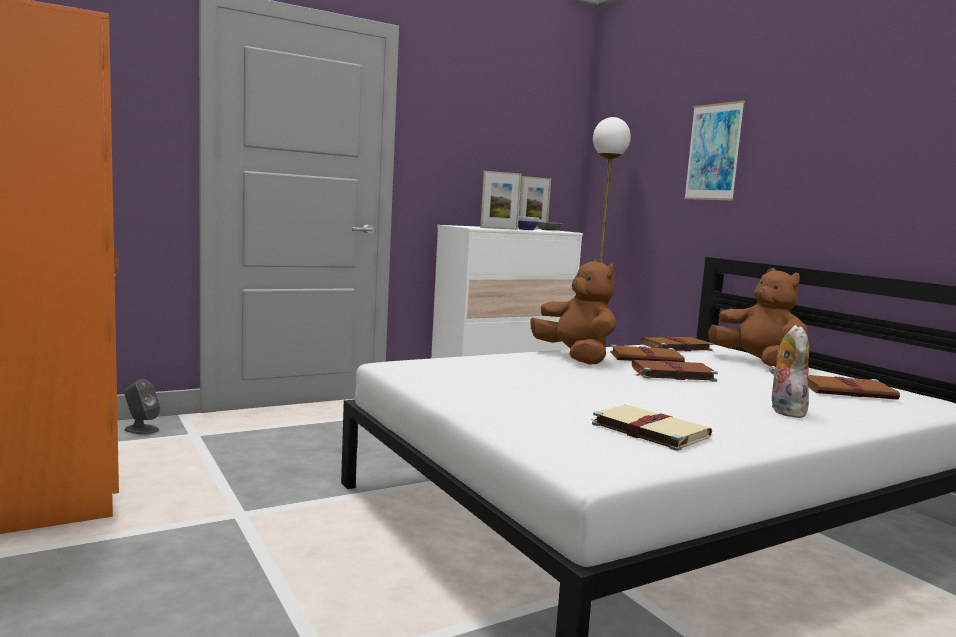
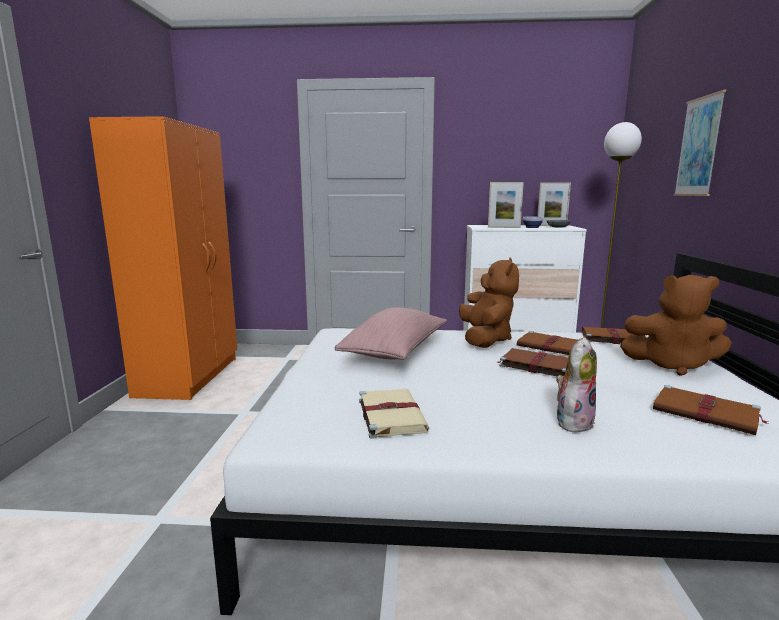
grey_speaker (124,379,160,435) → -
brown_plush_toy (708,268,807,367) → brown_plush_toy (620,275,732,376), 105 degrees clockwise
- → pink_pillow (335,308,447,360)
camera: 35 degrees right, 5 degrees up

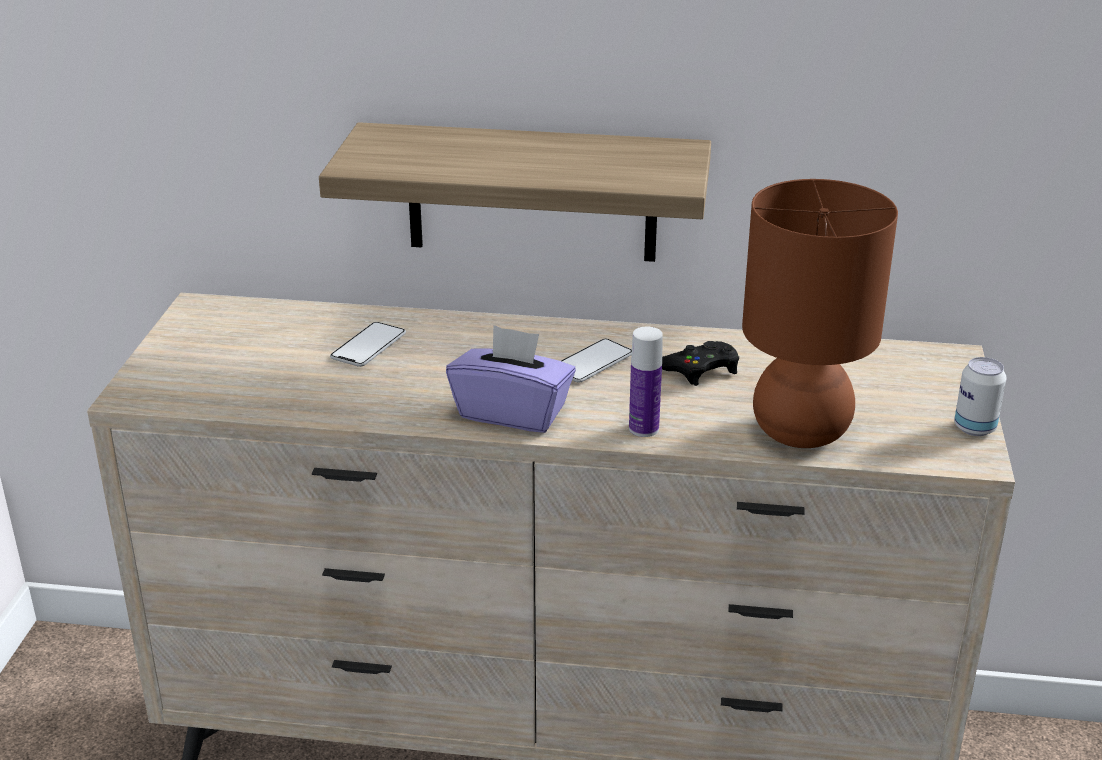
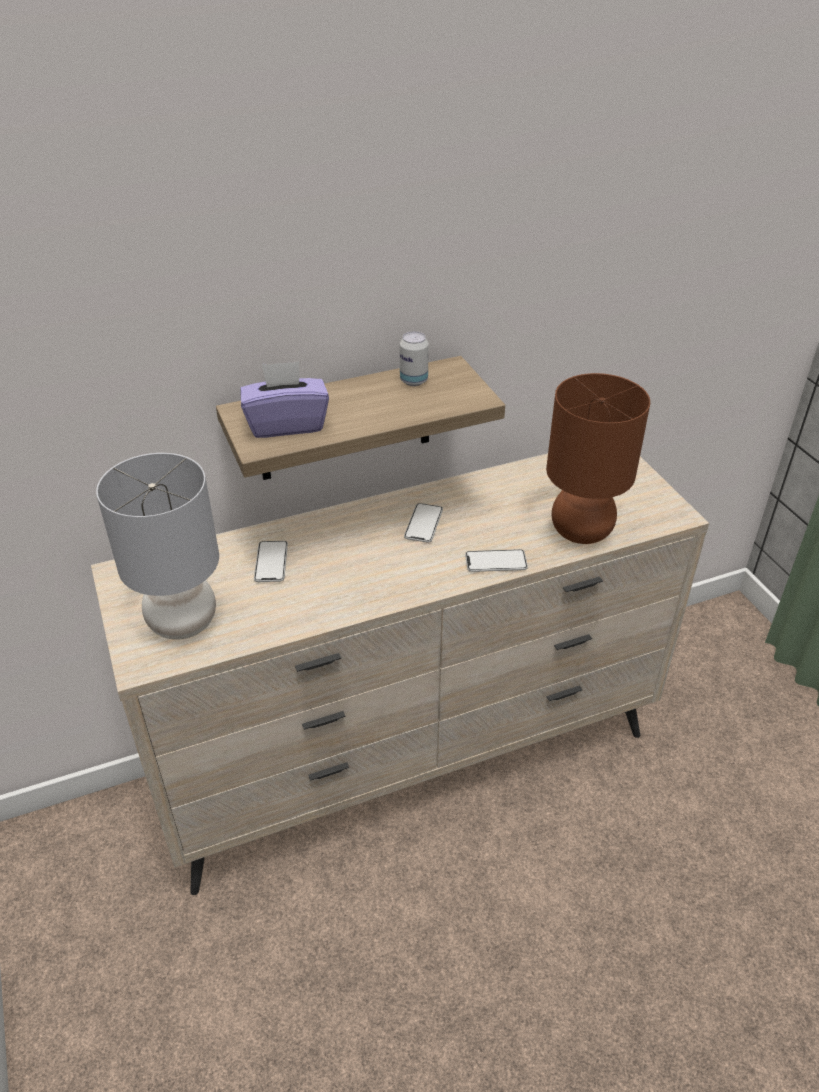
purple_tissue_box (446,325,576,433) → purple_tissue_box (240,361,329,438), relocated
bottle (629,327,663,437) → phone (465,549,528,572)
black_game_controller (662,341,739,386) → -
can (954,357,1006,436) → can (400,331,429,386), relocated
- → grey_table_lamp (96,453,219,640)
camera: 30 degrees left, 10 degrees up

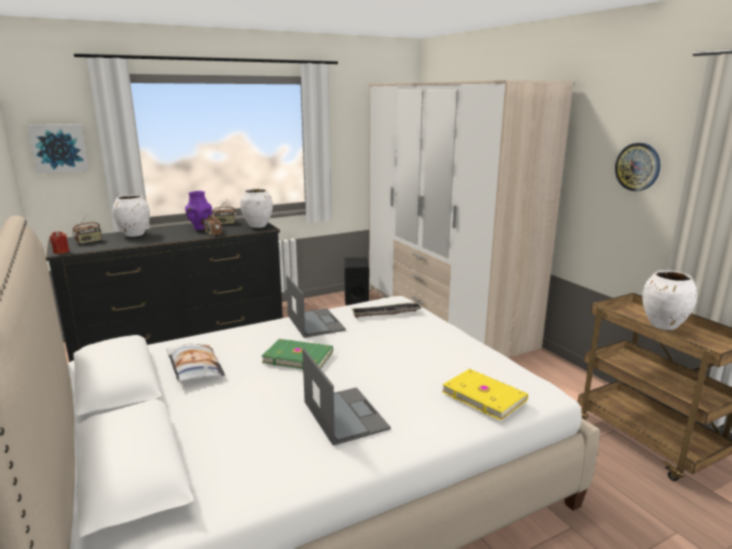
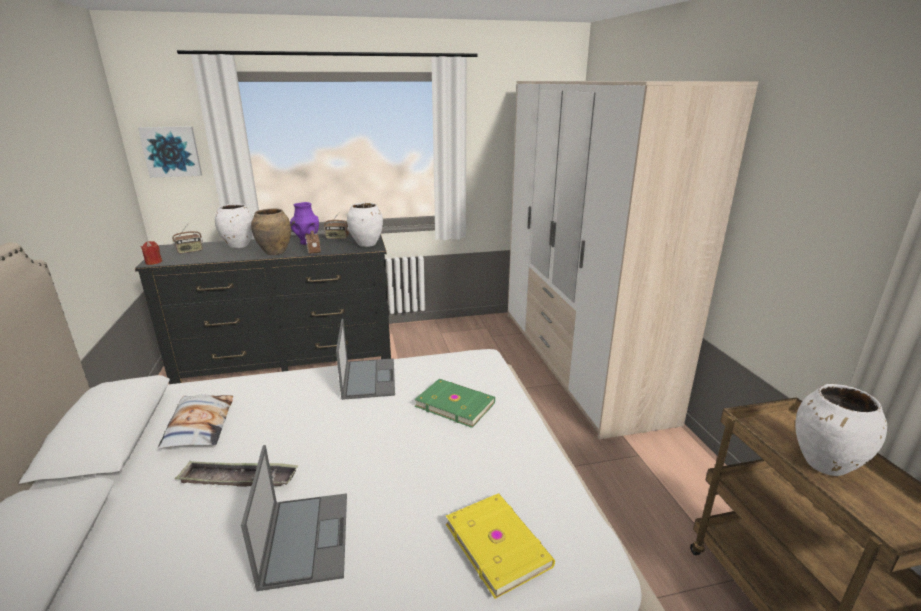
green_book (261,339,333,370) → green_book (414,379,495,428), relocated
black_speaker (344,258,369,305) → -
tray (351,302,422,318) → tray (175,461,298,487), relocated
wall_clock (615,143,661,191) → -
- → brown_vase (251,208,291,255)
camera: 15 degrees right, 5 degrees up

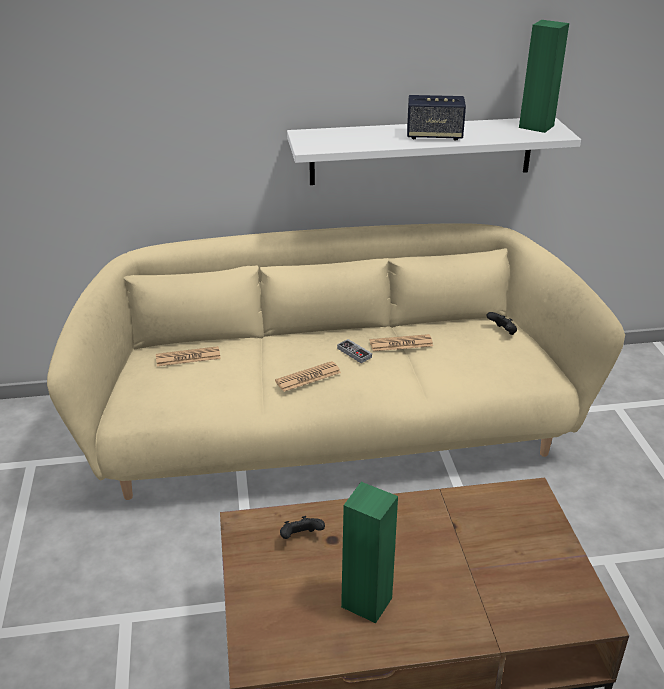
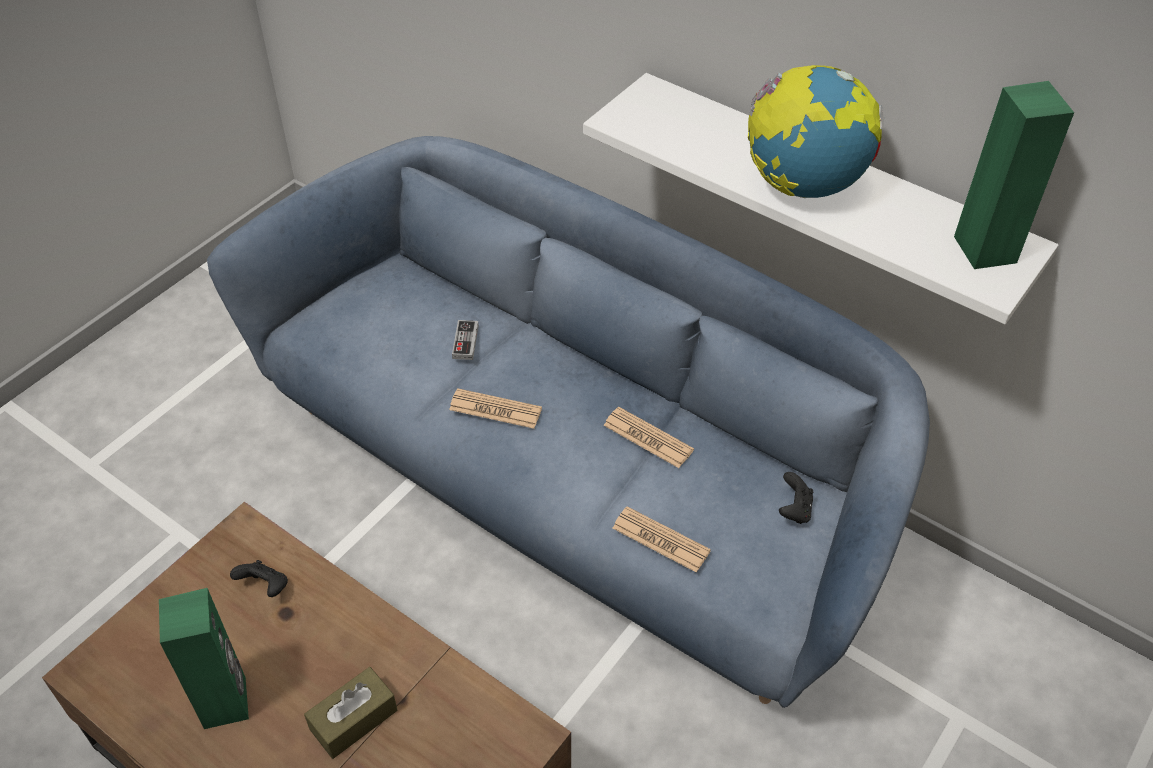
beige_sofa (47,223,625,500) → blue_sofa (207,136,930,708)
newspaper (156,346,221,366) → newspaper (612,506,711,573), relocated
game_controller (337,339,372,363) → game_controller (452,320,479,360), relocated
speaker (407,95,466,140) → globe (748,65,884,198)
- → brown_tissue_box (304,667,397,759)
camera: 45 degrees right, 15 degrees up

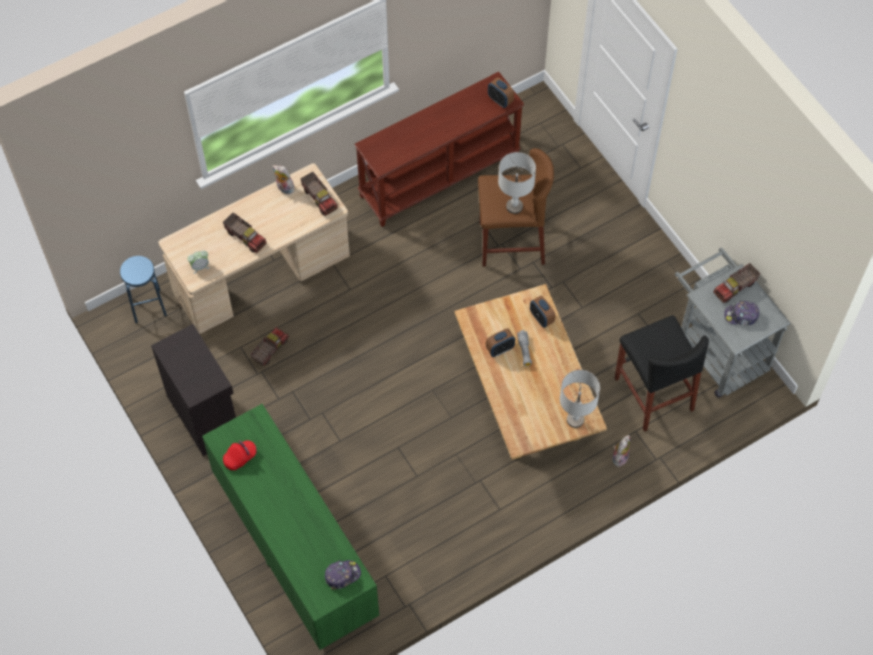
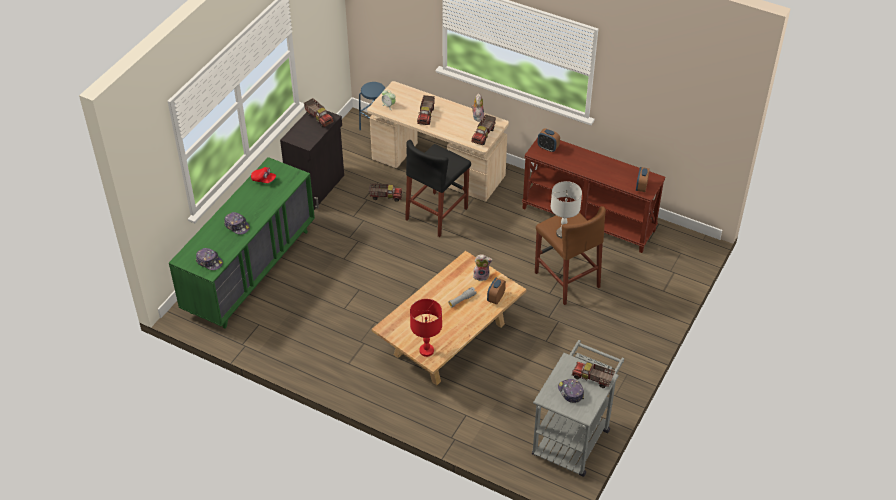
alarm_clock (486,328,515,357) → alarm_clock (538,128,560,152), relocated
grey_table_lamp (560,370,600,428) → red_table_lamp (410,299,442,357)
plush_toy (612,435,630,467) → plush_toy (473,255,493,281), relocated
black_stool (615,315,709,432) → black_stool (405,140,471,237), relocated
- → cap (224,212,250,235)
- → toy_truck (304,98,334,127)
camera: 60 degrees right, 15 degrees down

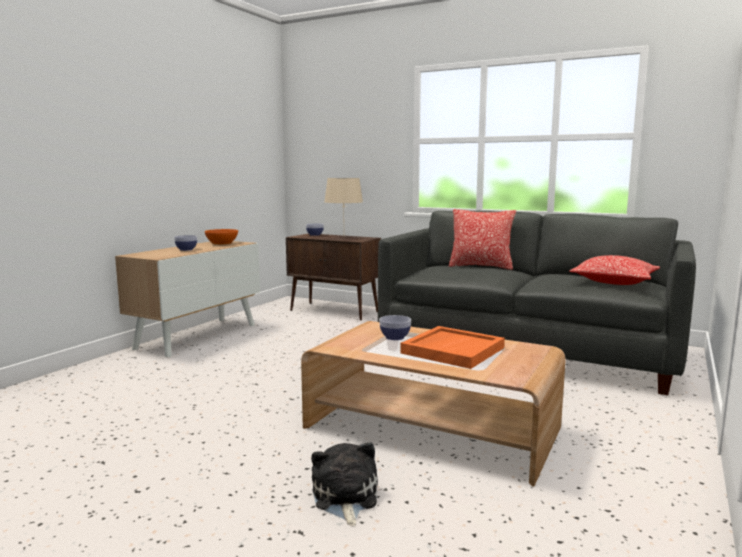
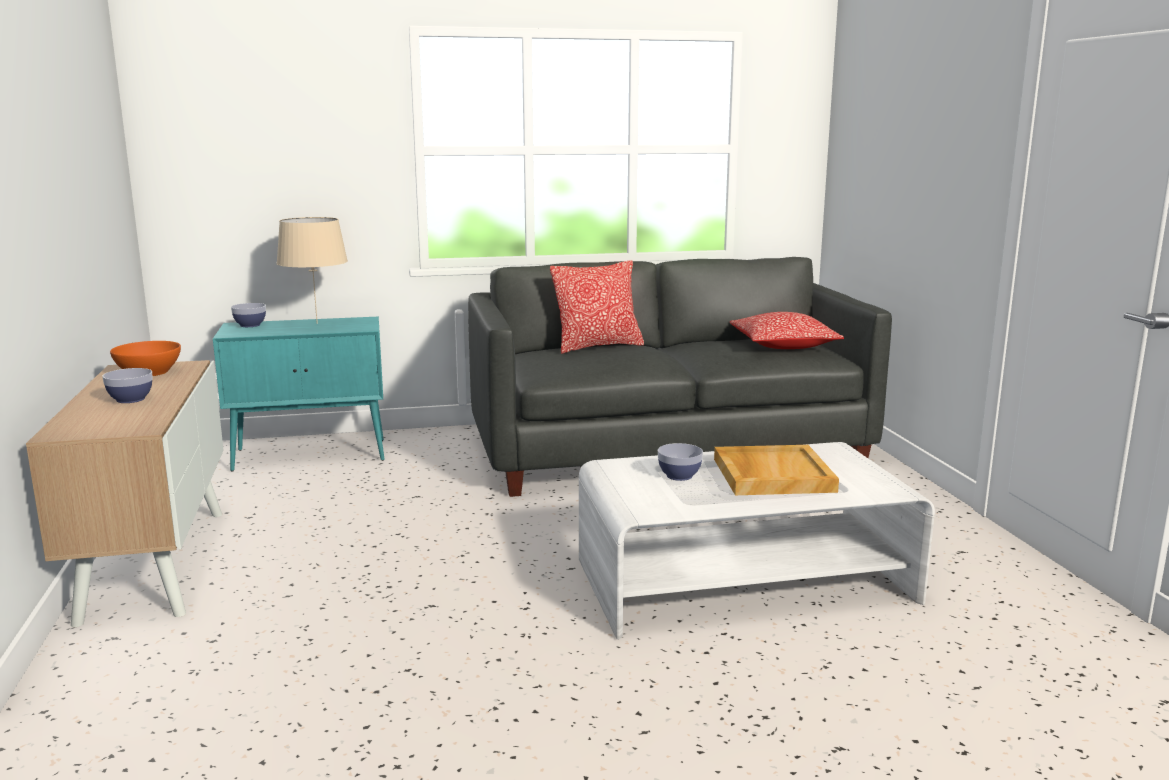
brown_cabinet (286,233,381,321) → turquoise_cabinet (213,316,385,471)
brown_coffee_table (301,321,566,486) → white_coffee_table (579,442,935,640)
plush_toy (311,442,378,527) → -
orange_tray (400,326,505,369) → beige_tray (714,445,839,495)
camera: 40 degrees left, 5 degrees up

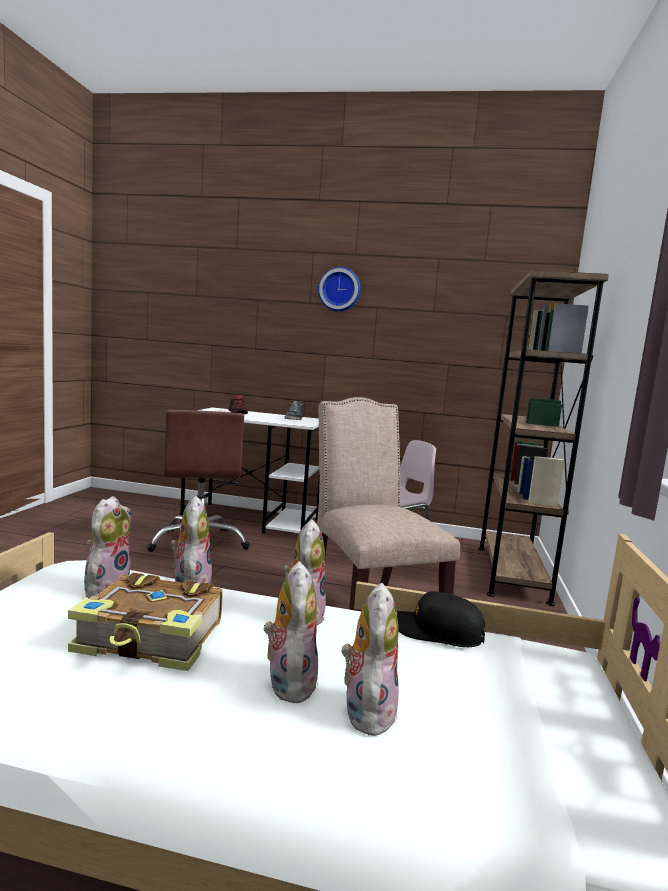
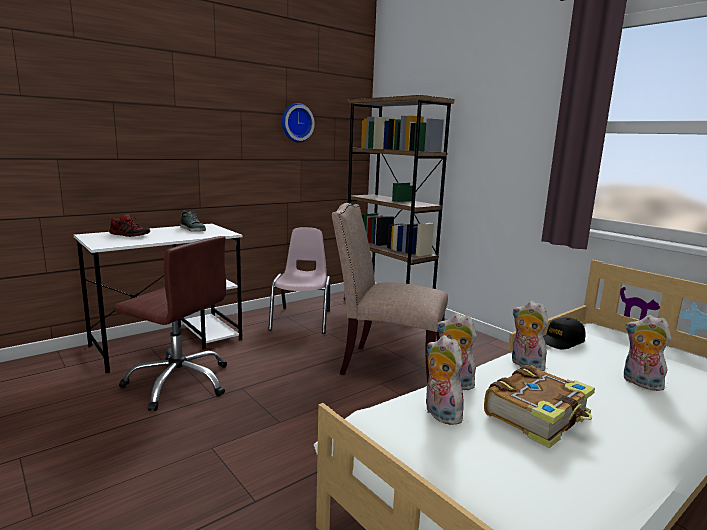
plush_toy (264,561,318,703) → -
wall_clock (318,267,361,312) → wall_clock (282,103,315,143), relocated
camera: 50 degrees left, 5 degrees up

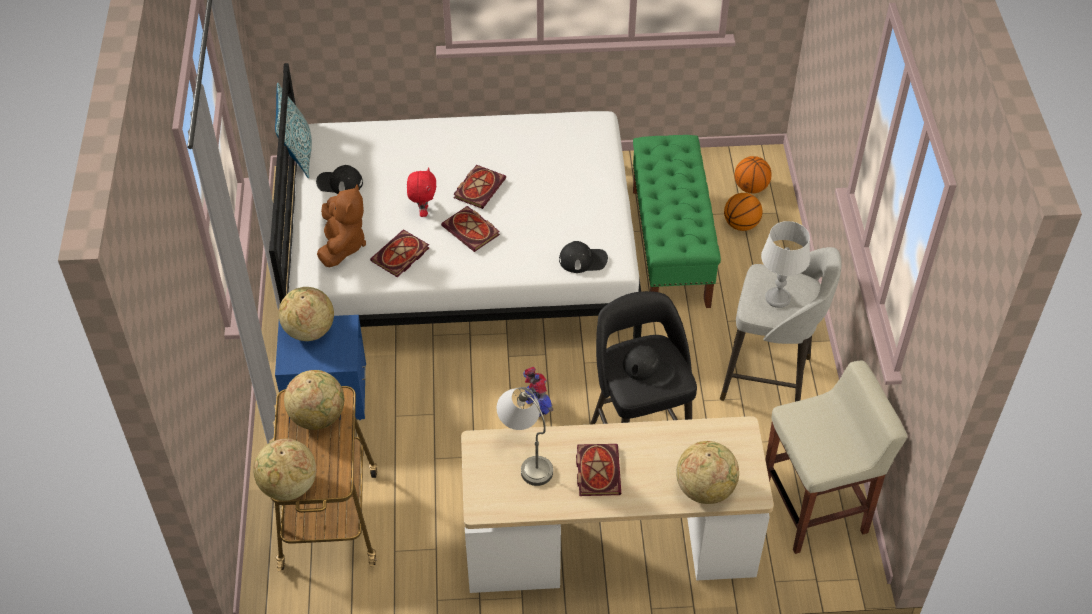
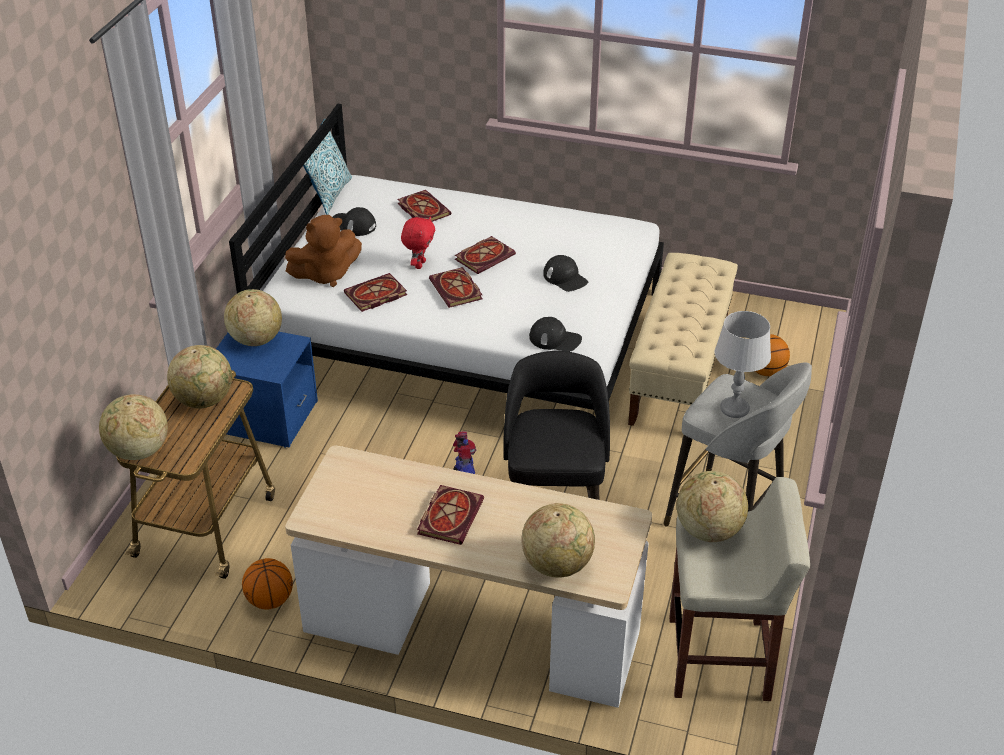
brown_plush_toy (317,184,366,267) → brown_plush_toy (285,215,362,287), 45 degrees clockwise
grey_table_lamp (497,387,553,486) → -
black_cap (623,345,675,387) → black_cap (543,255,588,292), relocated
green_bench (633,135,721,308) → beige_bench (628,253,738,426)
basketball (735,156,771,193) → basketball (242,558,293,610), relocated
- → book (397,190,451,222)
- → globe (676,471,748,542)
camera: 20 degrees right, 10 degrees down

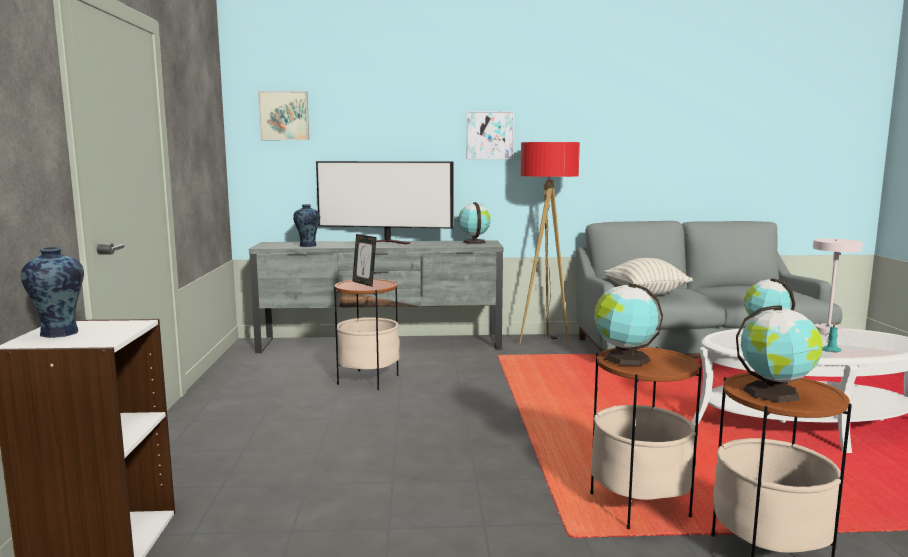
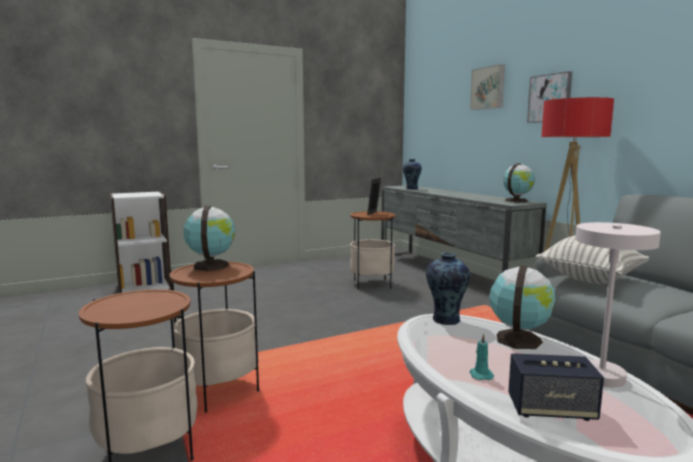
vase (21,247,84,338) → vase (426,252,470,325), relocated
picture (258,91,309,140) → picture (470,64,505,110), relocated
television (316,161,454,244) → -
globe (736,305,823,402) → -
- → speaker (508,353,604,421)
camera: 65 degrees right, 0 degrees up

